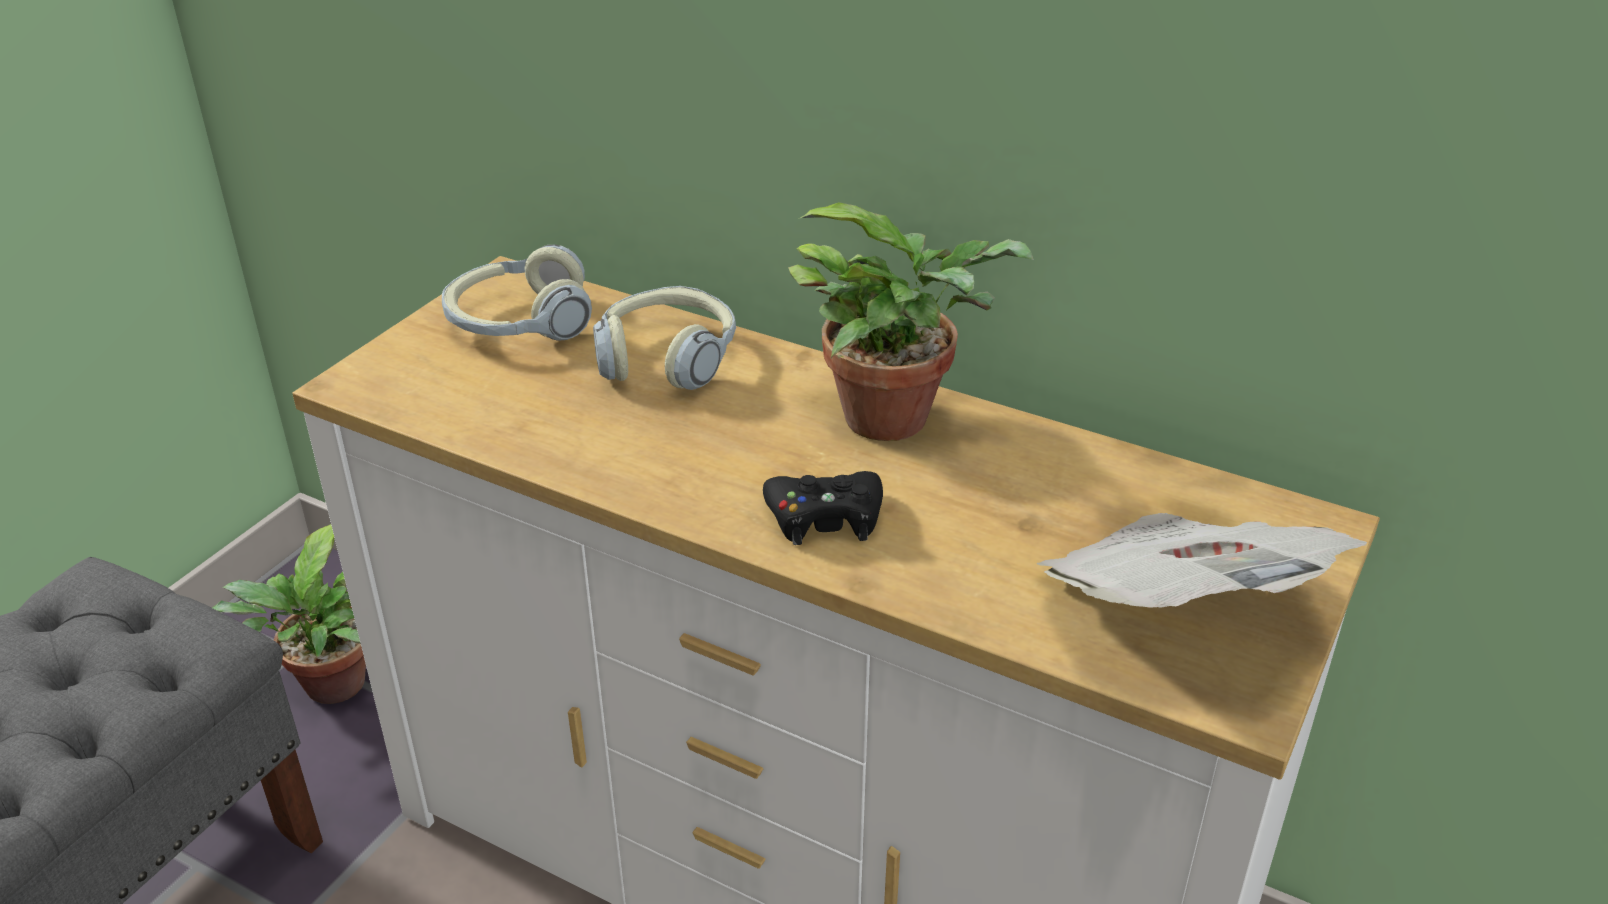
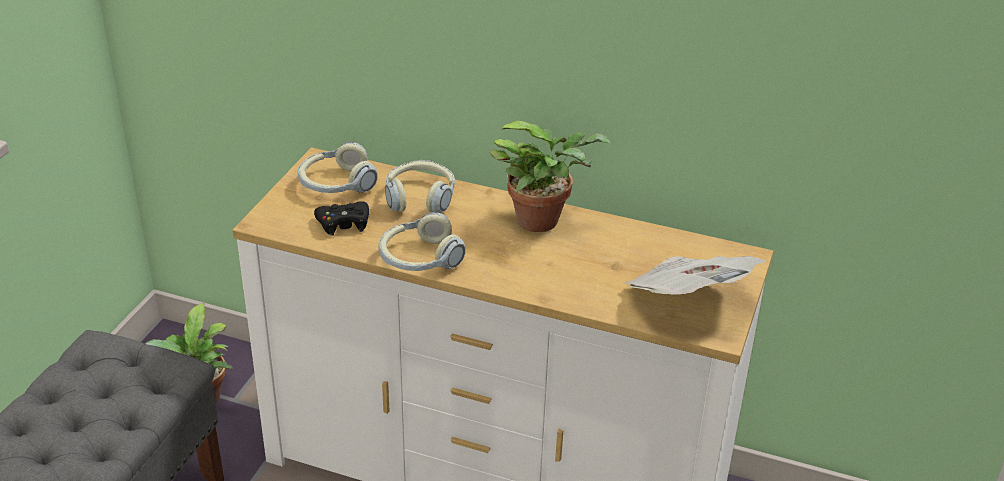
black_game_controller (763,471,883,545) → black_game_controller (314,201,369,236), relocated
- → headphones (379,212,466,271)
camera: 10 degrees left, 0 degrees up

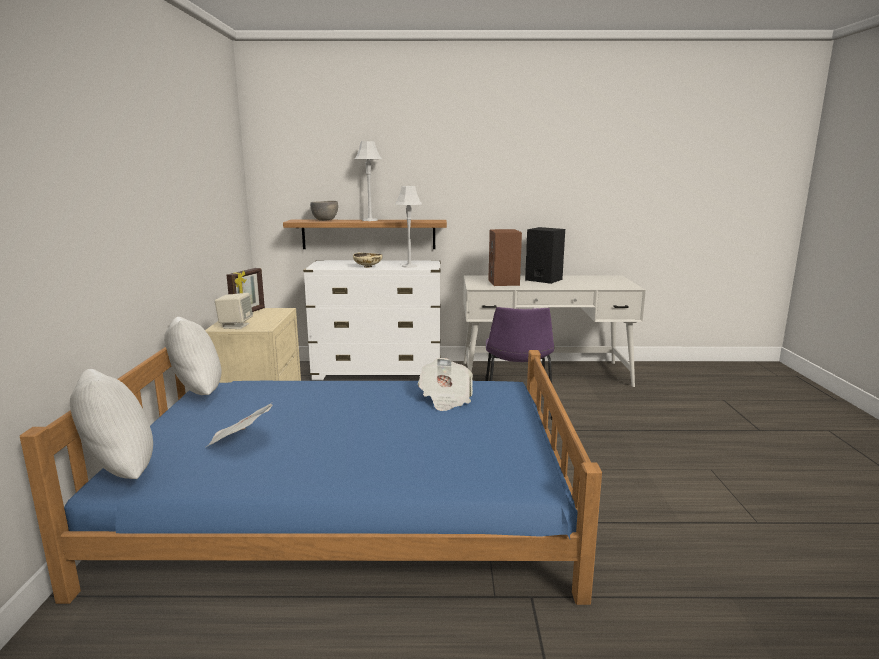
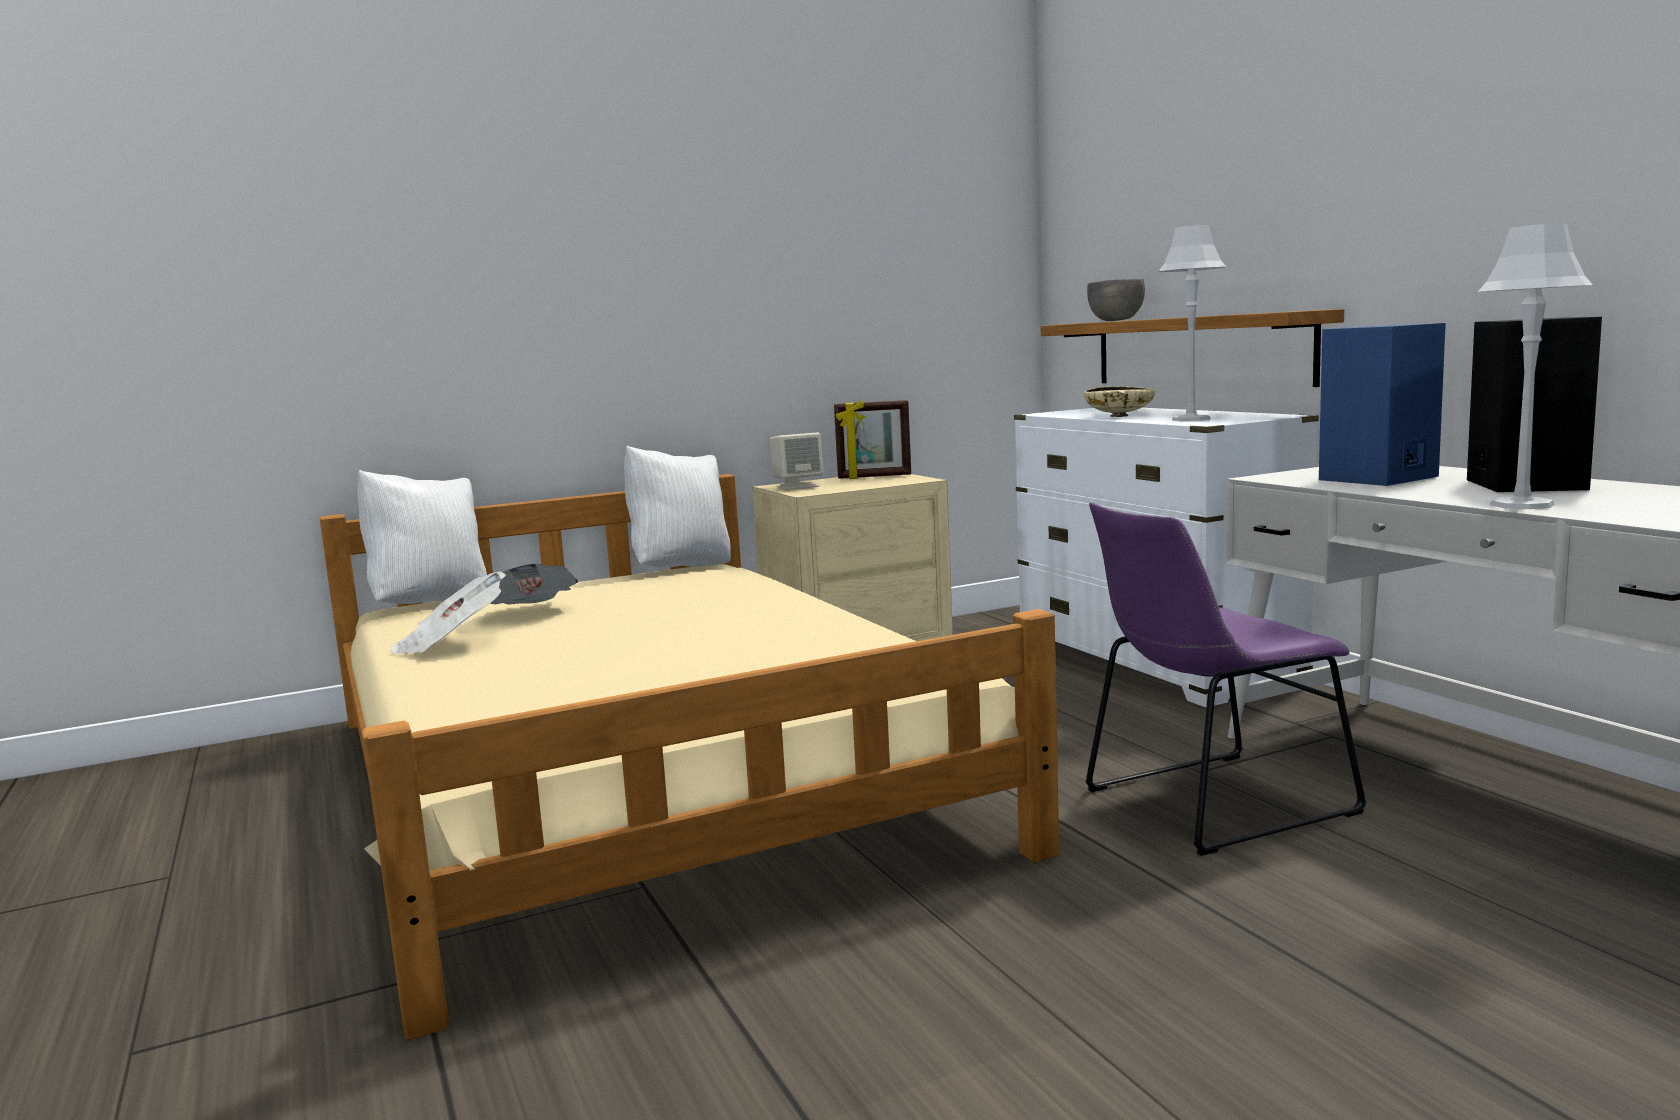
blue_bed (20,347,602,605) → beige_bed (320,474,1059,1040)
grey_table_lamp (355,141,382,221) → grey_table_lamp (1478,223,1593,509), relocated
newspaper (418,358,473,411) → newspaper (390,572,506,654), relocated
brown_speaker (488,229,522,286) → blue_speaker (1319,323,1446,486)
camera: 65 degrees right, 5 degrees down

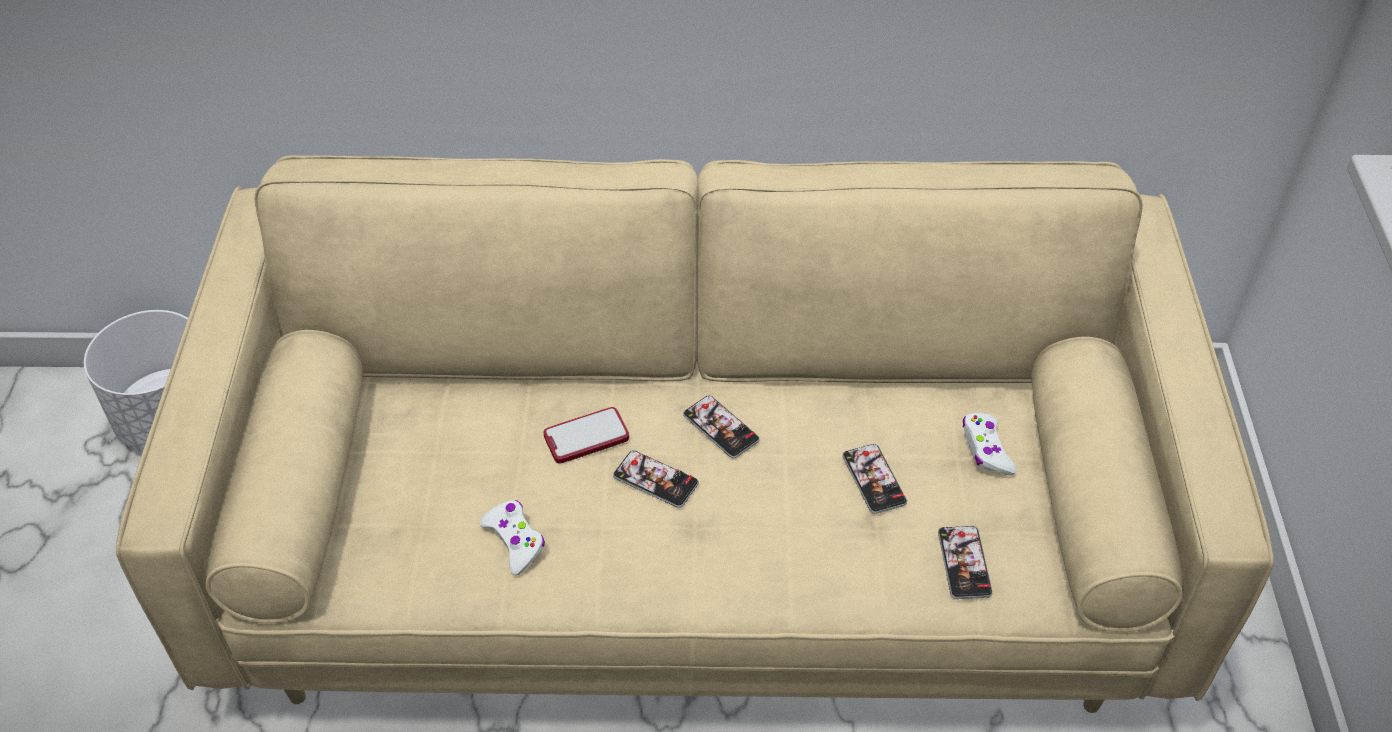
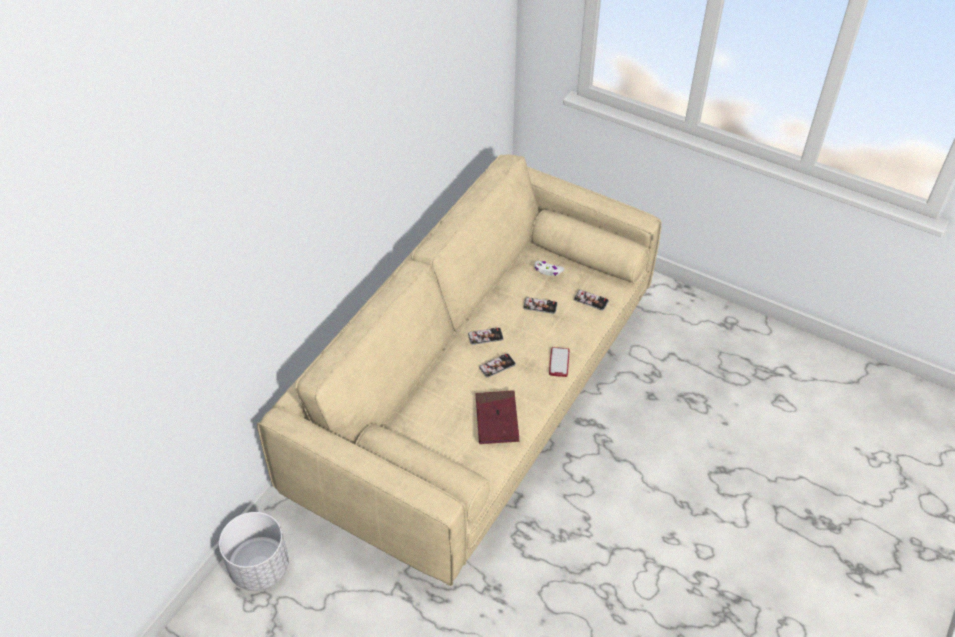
white_game_controller (479,500,545,575) → red_book (476,390,519,444)
phone (543,407,629,463) → phone (549,347,570,377), relocated
camera: 60 degrees left, 0 degrees up

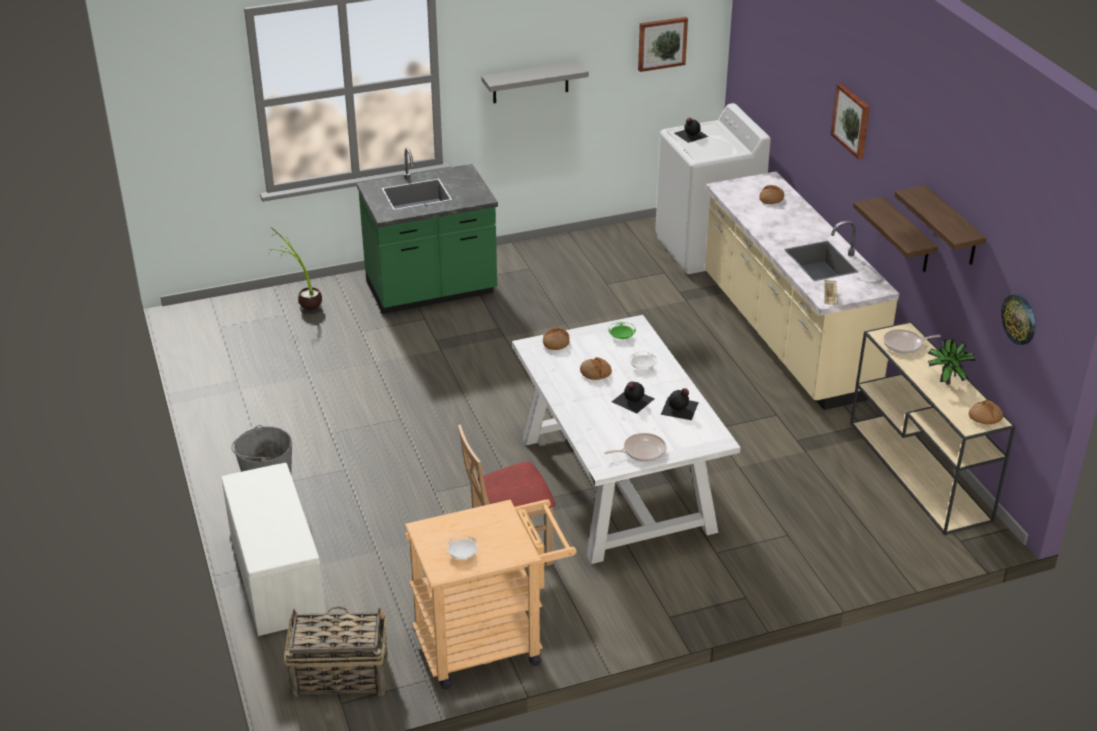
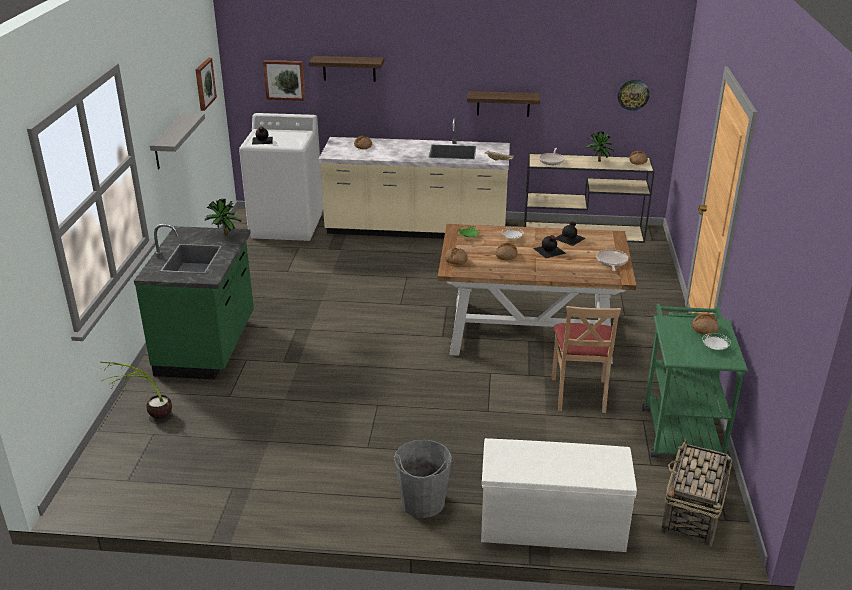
beige_cart (405,499,577,689) → green_cart (642,304,748,458)
white_dining_table (512,315,741,564) → brown_dining_table (438,224,636,364)
picture (831,83,870,159) → picture (263,60,305,101), relocated
shelf (894,185,987,265) → shelf (309,56,384,82), relocated
- → potted_plant (204,199,241,235)
- → bread (692,313,718,335)
camera: 65 degrees left, 5 degrees down

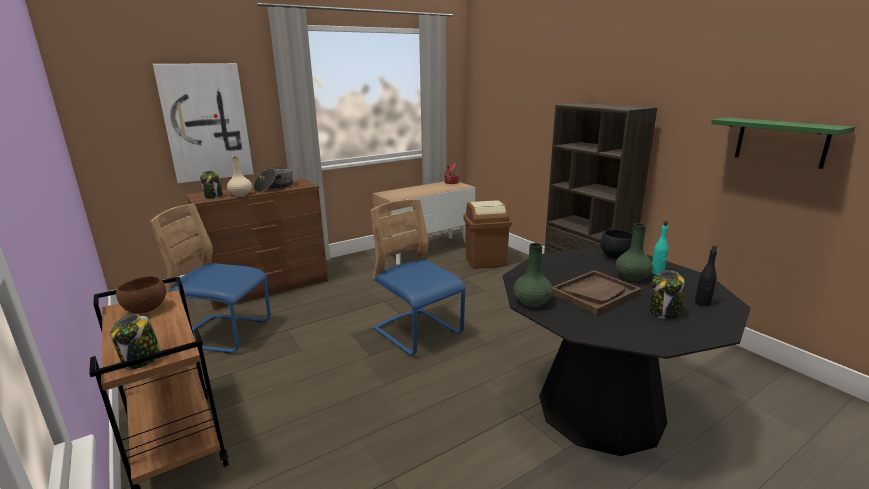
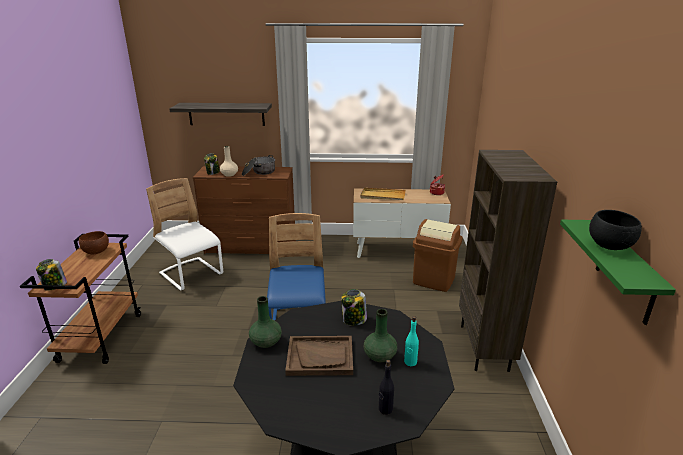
blue_chair (150,204,271,354) → white_chair (146,178,223,291)
picture (153,63,254,183) → shelf (169,103,272,126)
black_bowl (600,229,633,259) → black_bowl (589,210,642,250), relocated
jar (650,270,685,319) → jar (341,289,367,326), relocated
- → beige_tray (360,188,406,200)
camera: 35 degrees right, 5 degrees up

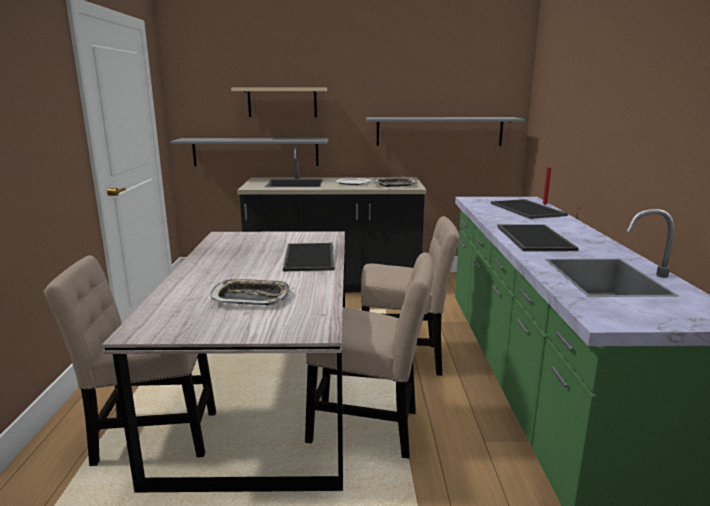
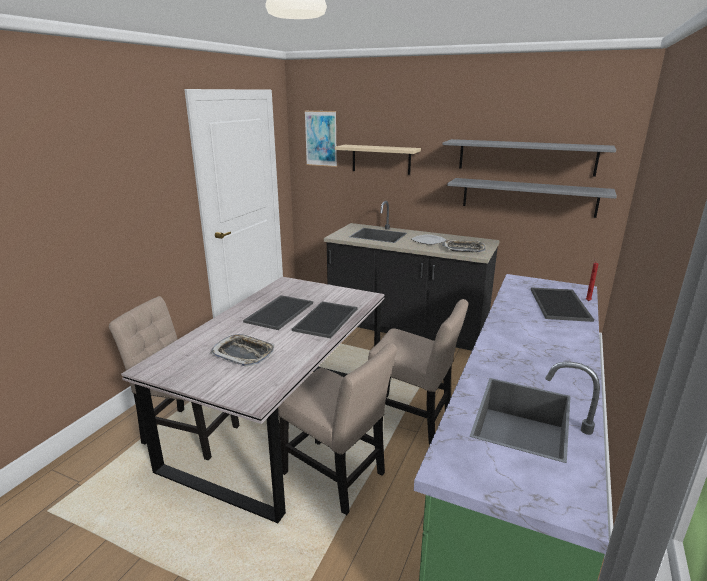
grey_shelf (170,138,328,166) → grey_shelf (443,139,616,177), relocated
tray (497,224,578,251) → tray (243,295,313,330), relocated
- → picture (304,111,337,167)
camera: 25 degrees right, 5 degrees up

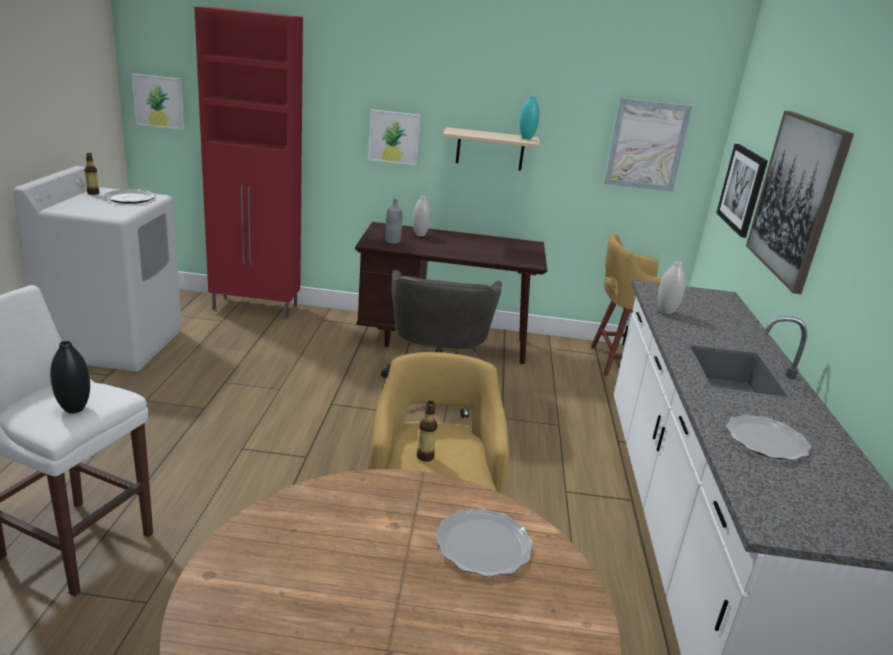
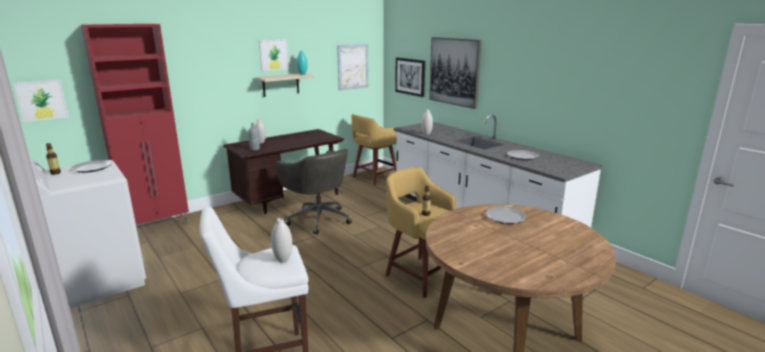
black_vase (50,341,90,413) → white_vase (271,218,292,263)
picture (368,109,421,166) → picture (259,39,289,71), relocated
camera: 40 degrees left, 5 degrees down

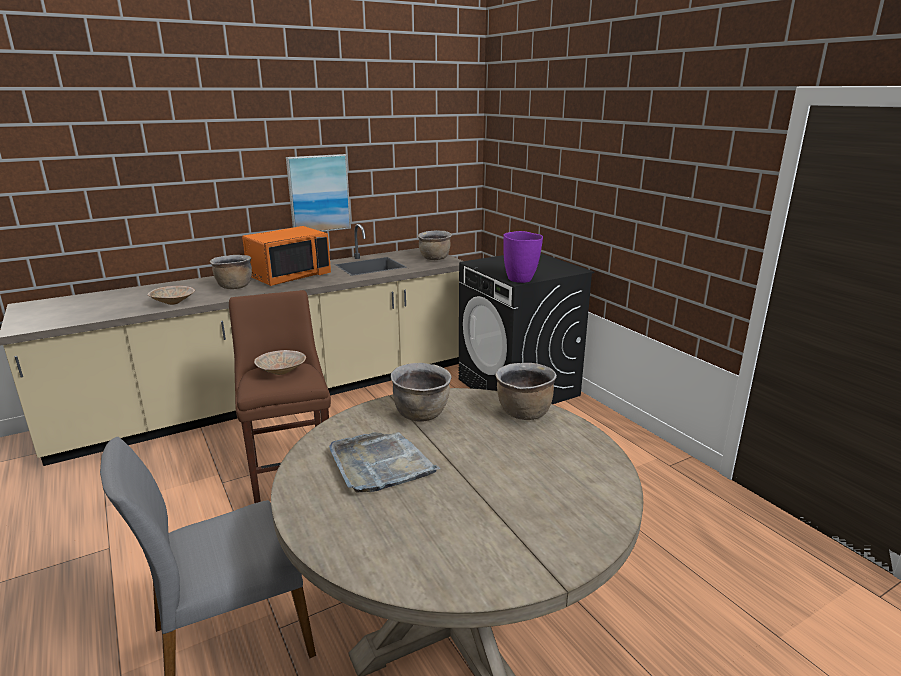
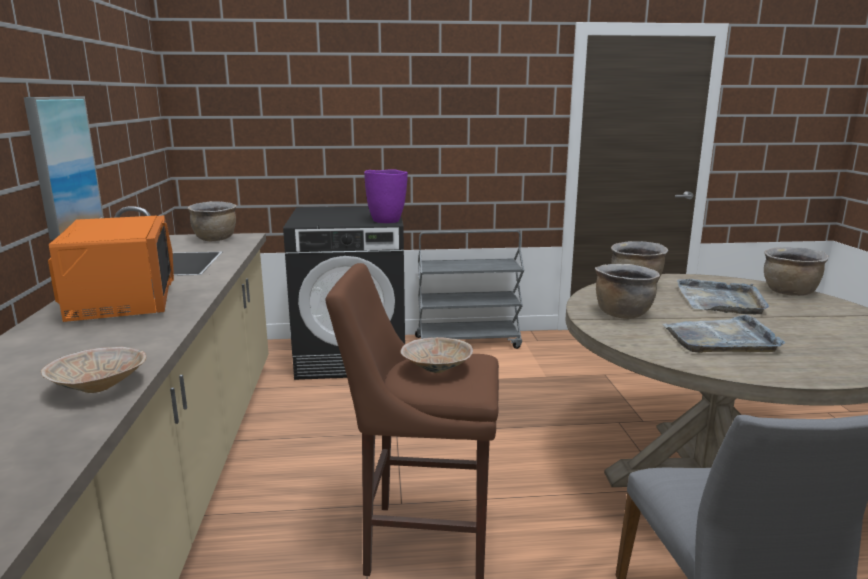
brown_cooking_pot (210,255,252,289) → brown_cooking_pot (764,247,829,296), relocated
- → grey_cart (415,230,524,349)
- → grey_tray (677,279,769,314)
camera: 65 degrees left, 5 degrees down

